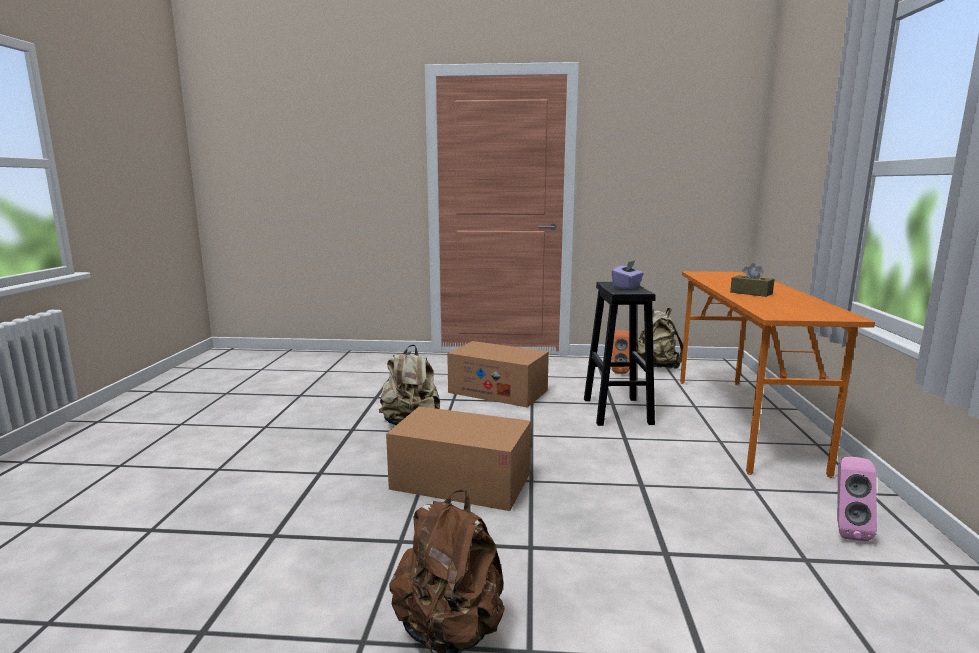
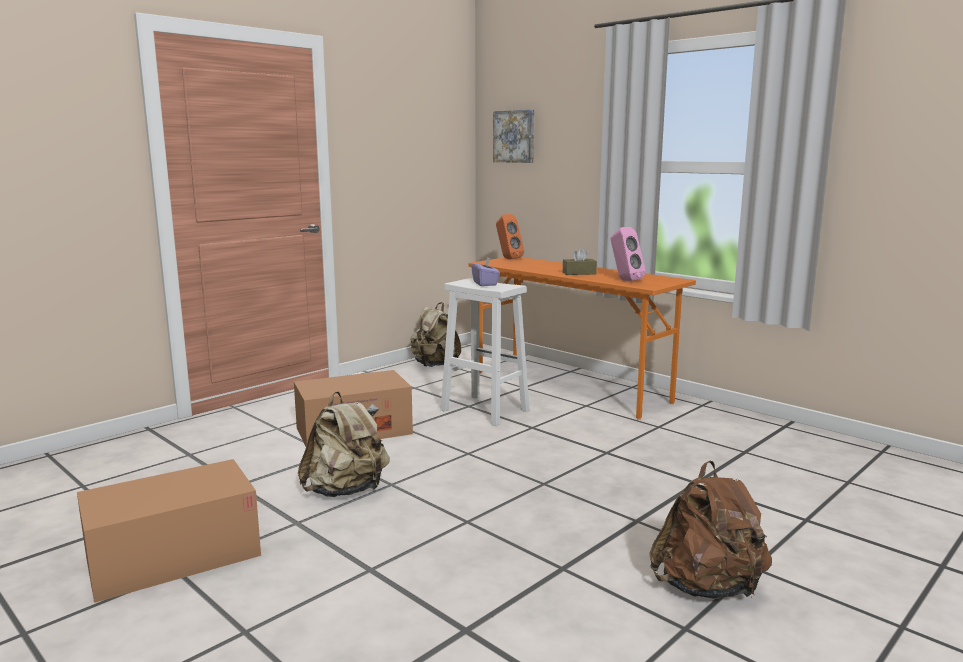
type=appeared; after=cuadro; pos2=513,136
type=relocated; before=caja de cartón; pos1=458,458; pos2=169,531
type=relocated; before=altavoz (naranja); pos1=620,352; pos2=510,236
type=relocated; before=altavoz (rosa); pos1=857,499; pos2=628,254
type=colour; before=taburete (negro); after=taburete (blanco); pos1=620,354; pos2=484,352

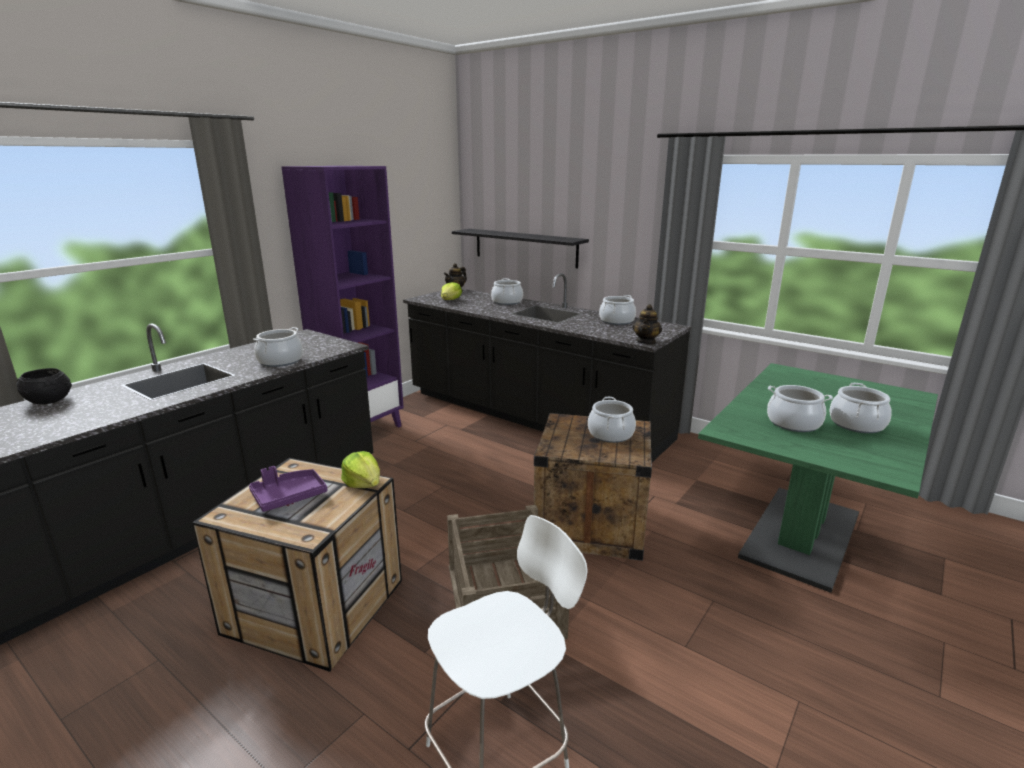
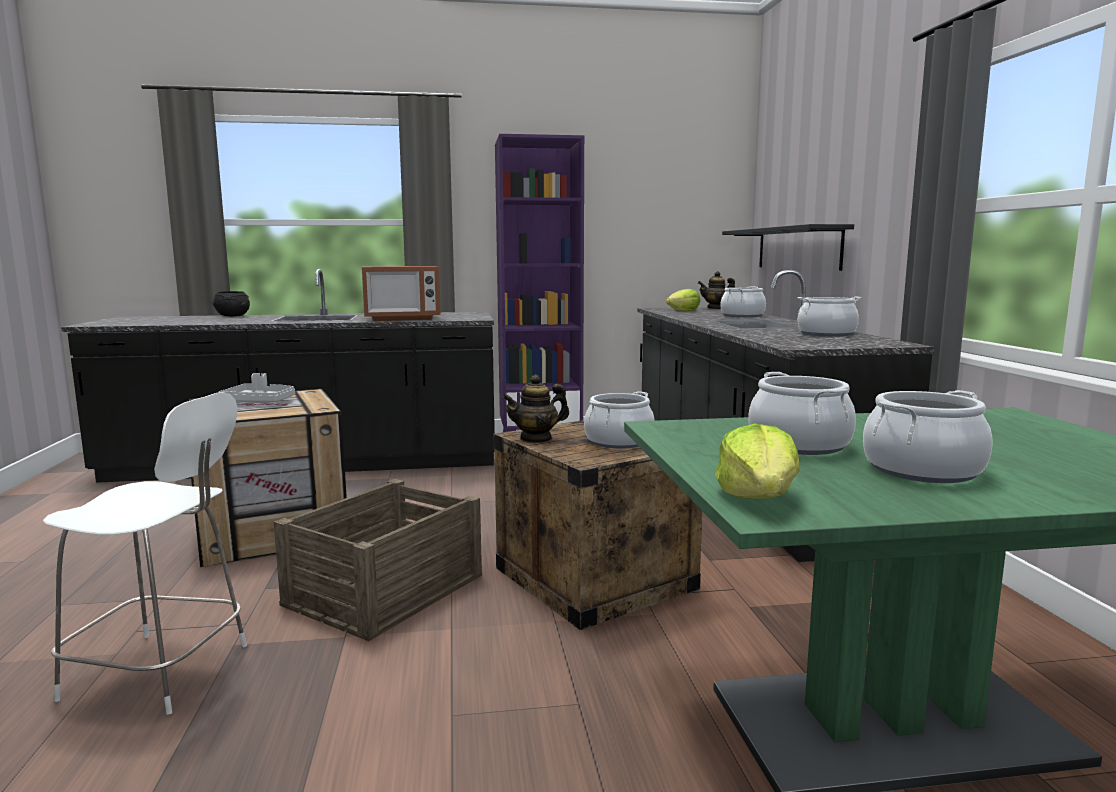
type=relocated; before=lechuga; pos1=360,469; pos2=757,461
type=relocated; before=tetera; pos1=647,324; pos2=535,409
type=exchanged; before=olla; after=microondas; pos1=278,347; pos2=401,293
type=colour; before=bandeja (morado); after=bandeja (gris); pos1=288,489; pos2=257,388

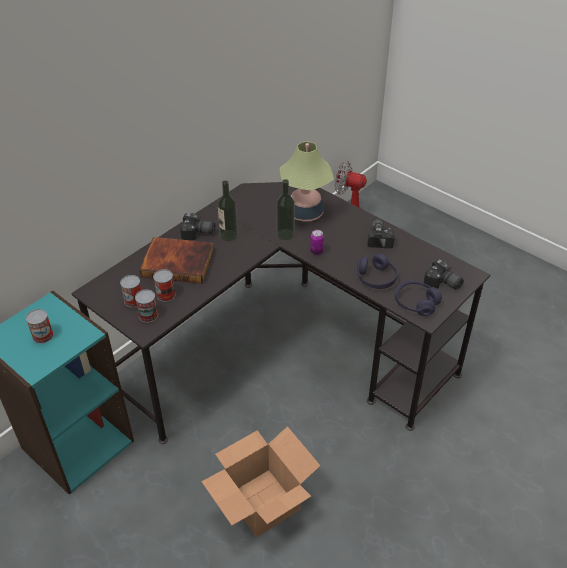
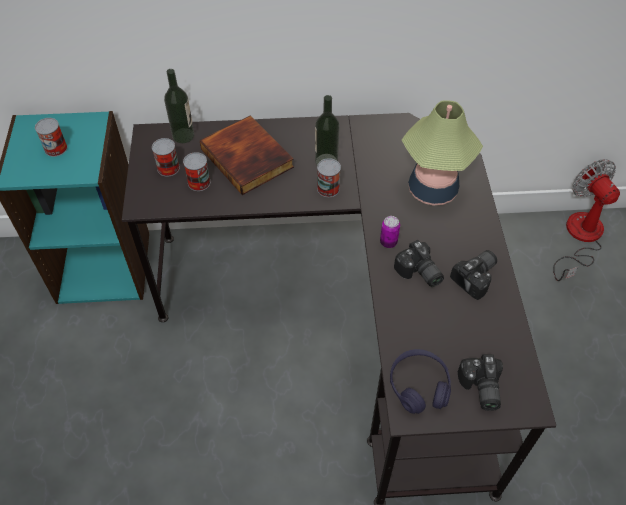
type=missing; before=caja de cartón; pos1=260,481
type=missing; before=auriculares (morado); pos1=377,271
type=relocated; before=lata; pos1=146,306; pos2=329,177
type=relocated; before=cámara; pos1=197,227; pos2=419,263
type=relocated; before=botella; pos1=285,209; pos2=179,106

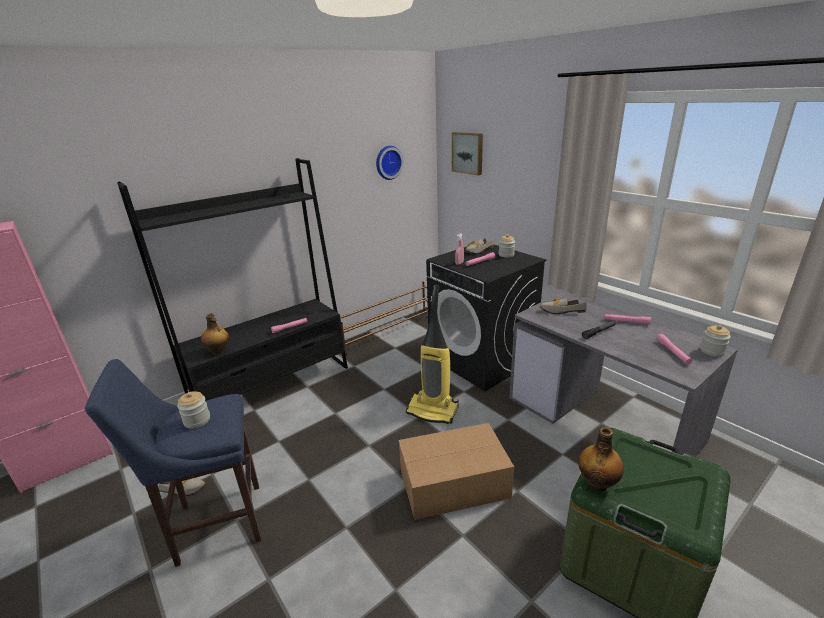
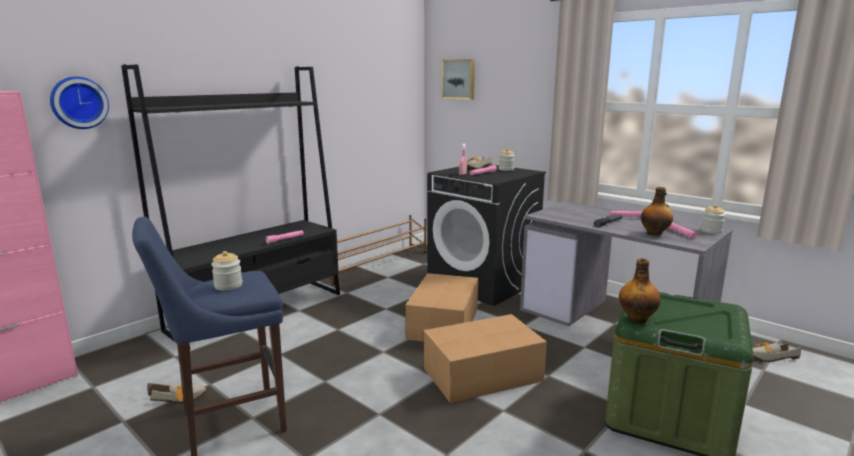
type=relocated; before=botella; pos1=215,333; pos2=657,211
type=relocated; before=reloj de pared; pos1=389,163; pos2=79,102
type=relocated; before=zapato; pos1=563,306; pos2=777,352
type=exchanged; before=aspiradora; after=caja de cartón; pos1=432,354; pos2=441,307

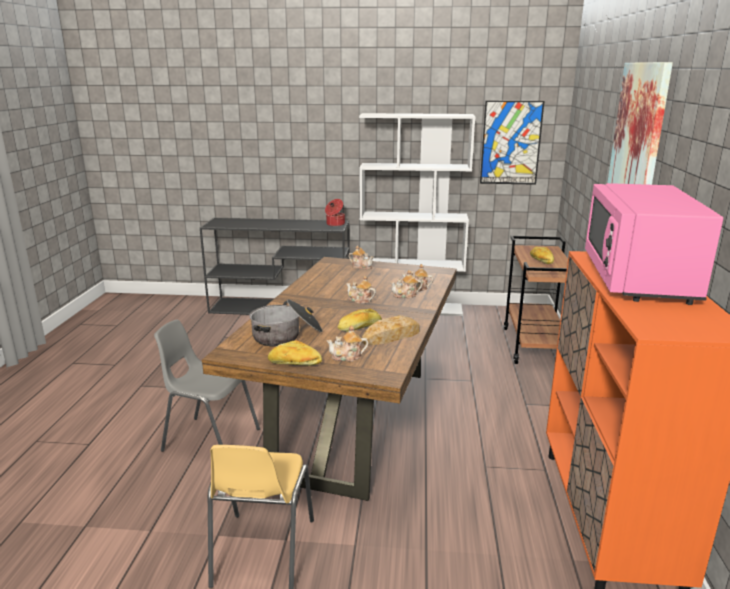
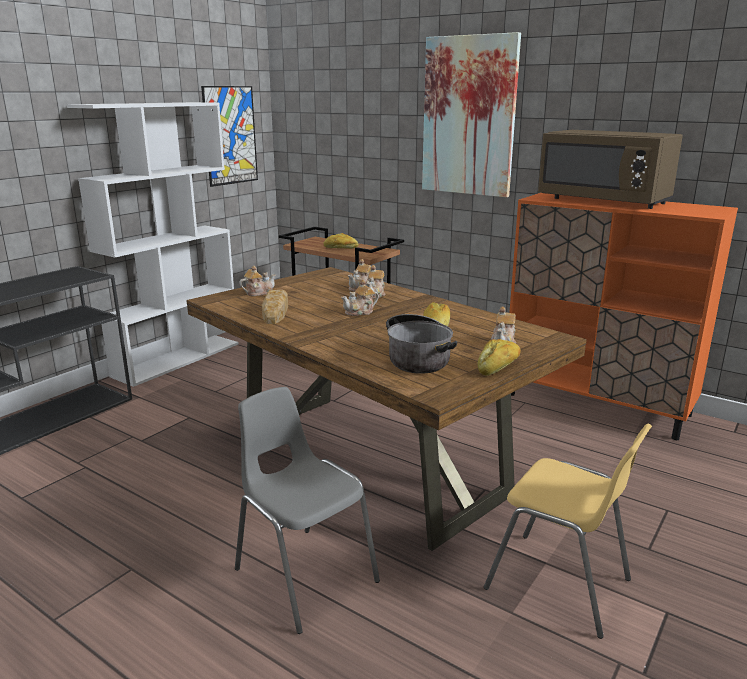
type=missing; before=olla; pos1=335,212
type=relocated; before=pan; pos1=391,330; pos2=275,307
type=colour; before=microondas (rosa); after=microondas (marrón); pos1=654,244; pos2=610,169
type=spun; before=silla (gris); pos1=207,385; pos2=307,510; turn=90

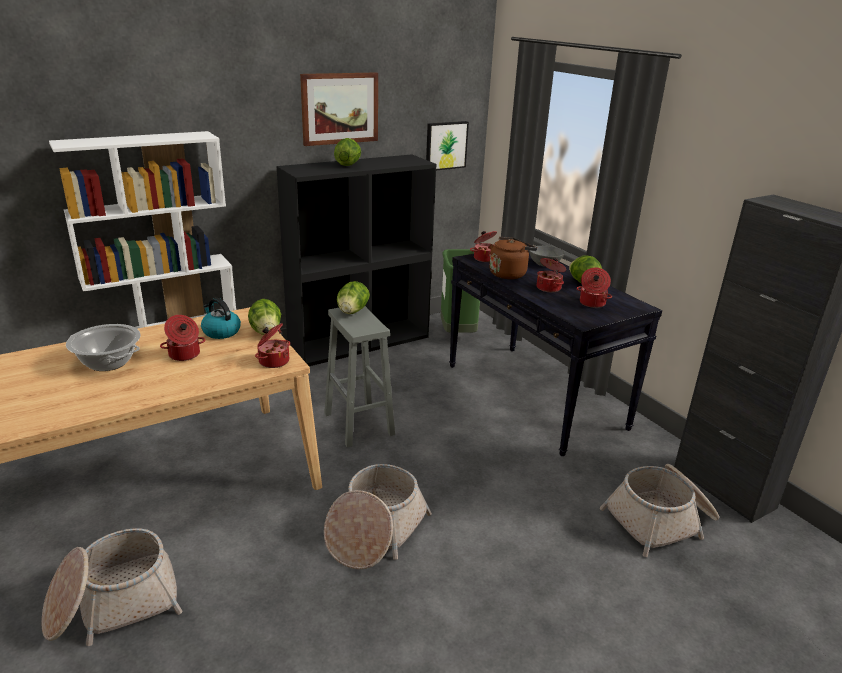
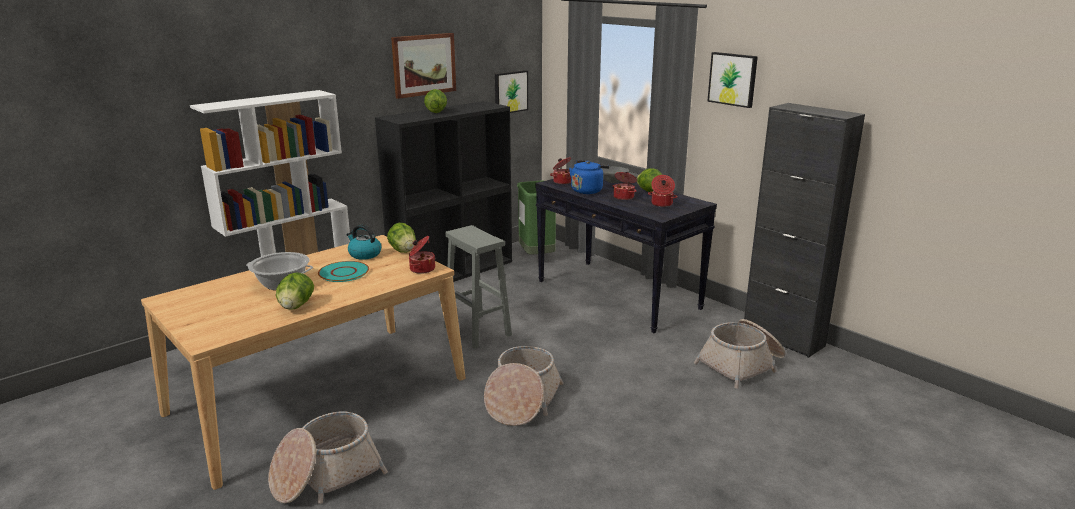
type=appeared; after=cuadro; pos2=732,80
type=relocated; before=lechuga; pos1=353,297; pos2=295,291
type=exchanged; before=olla; after=plato (turquesa); pos1=182,338; pos2=343,271
type=colour; before=hervidor (marrón); after=hervidor (azul); pos1=513,258; pos2=589,177

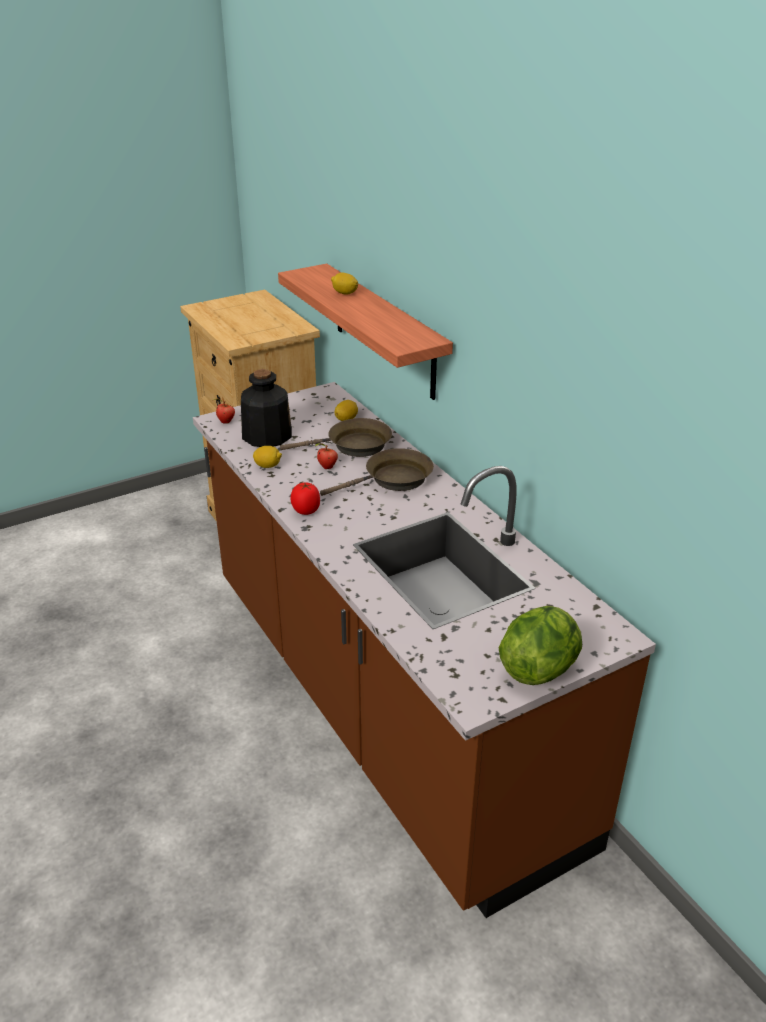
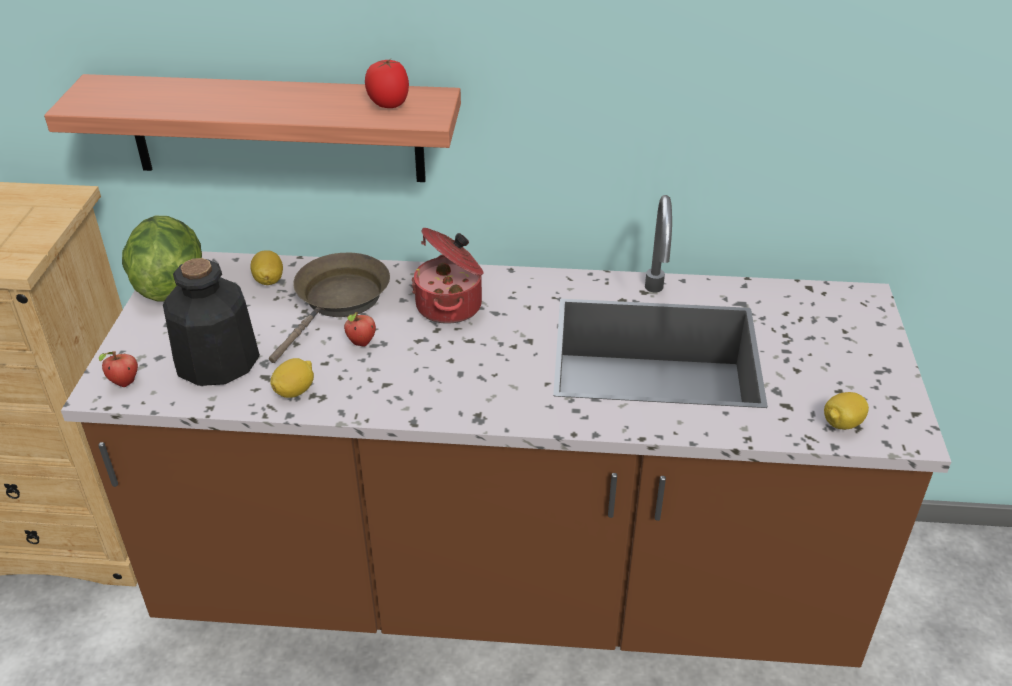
type=relocated; before=tomate; pos1=305,499; pos2=387,83
type=relocated; before=limón; pos1=344,284; pos2=846,410
type=relocated; before=lechuga; pos1=540,645; pos2=162,258
type=exchanged; before=sartén (marrón); after=olla; pos1=377,472; pos2=447,276

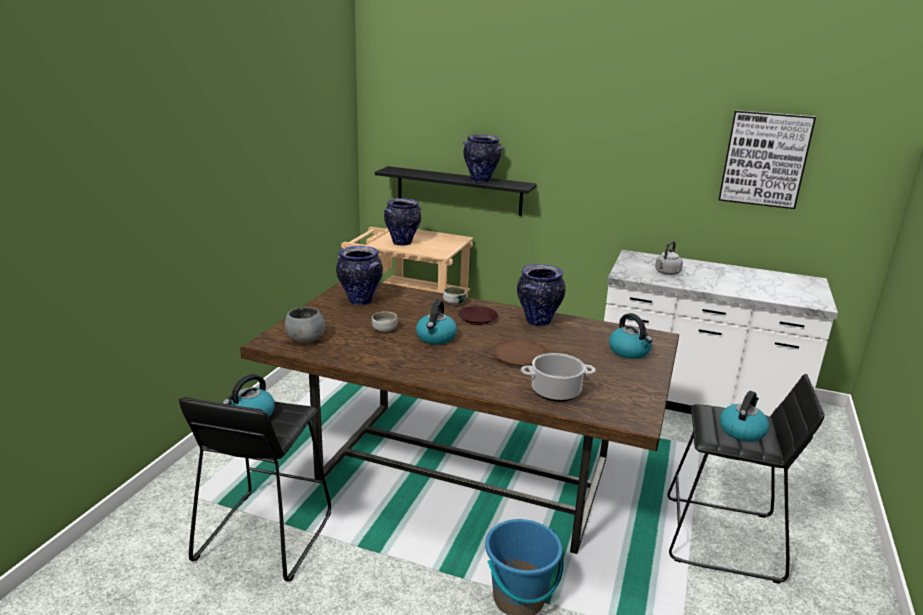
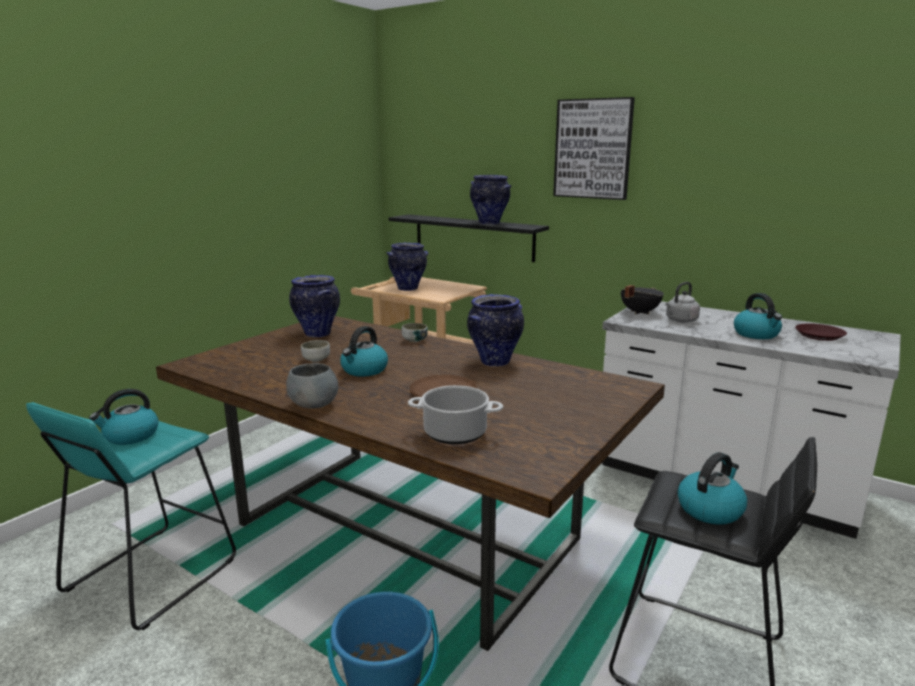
type=appeared; after=olla (negro); pos2=642,300
type=relocated; before=cuenco (gris); pos1=305,325; pos2=312,386
type=relocated; before=plato (marrón); pos1=478,315; pos2=821,332
type=relocated; before=hervidor; pos1=631,336; pos2=758,316
type=relocated; before=cuadro; pos1=767,159; pos2=594,148
type=colour; before=taburete (negro); after=taburete (turquesa); pos1=255,489; pos2=131,516

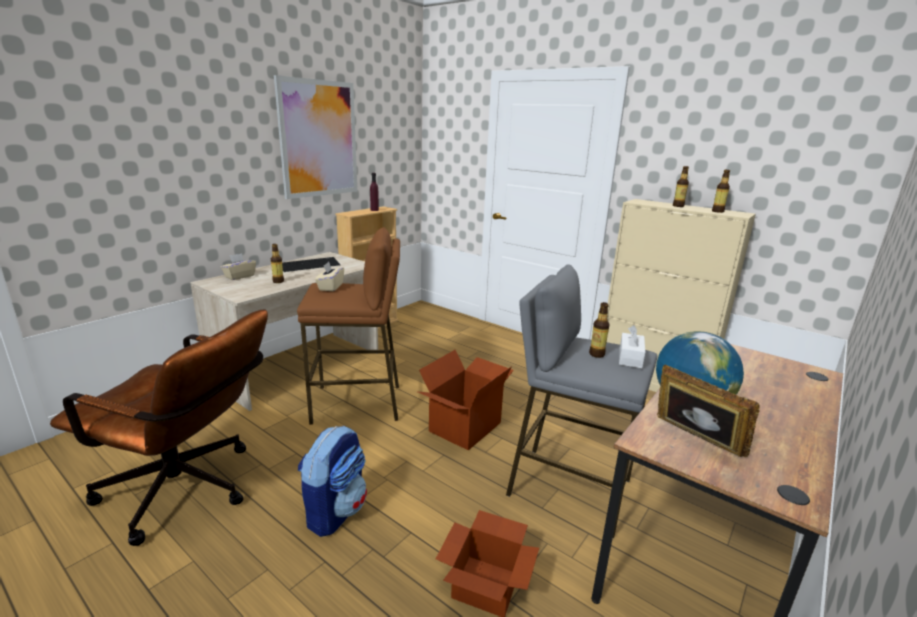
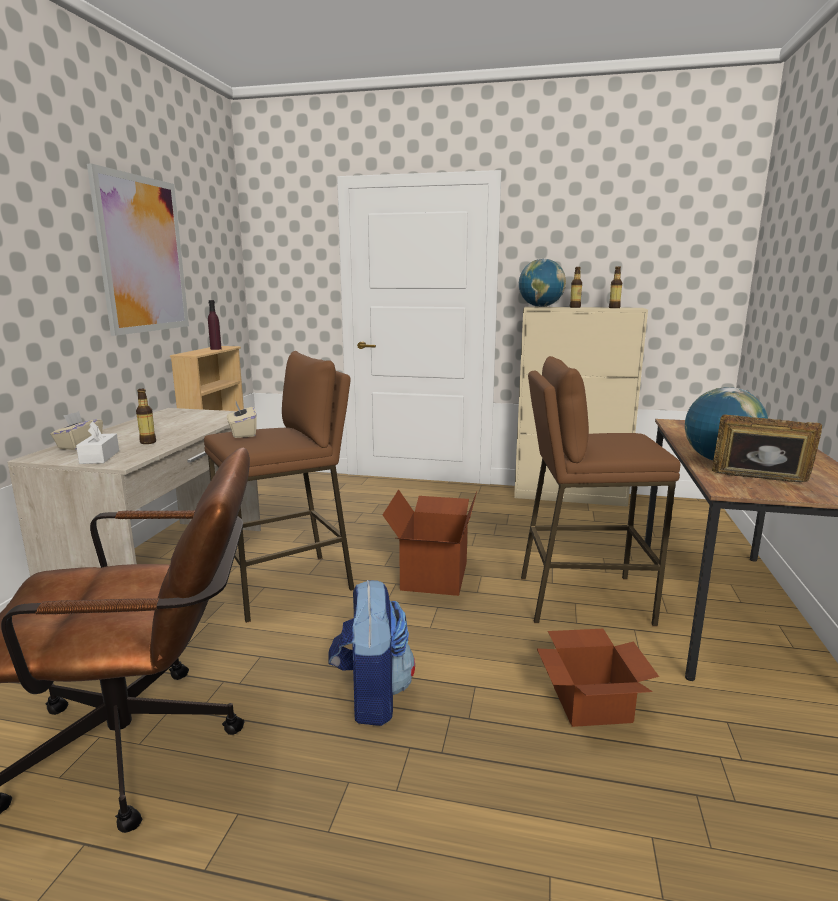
type=missing; before=teclado; pos1=311,264
type=missing; before=botella; pos1=599,330
type=appeared; after=globo terráqueo; pos2=542,283
type=relocated; before=caja de pañuelos (blanco); pos1=632,347; pos2=97,442
type=colour; before=taburete (gris); after=taburete (marrón); pos1=581,401; pos2=600,491

